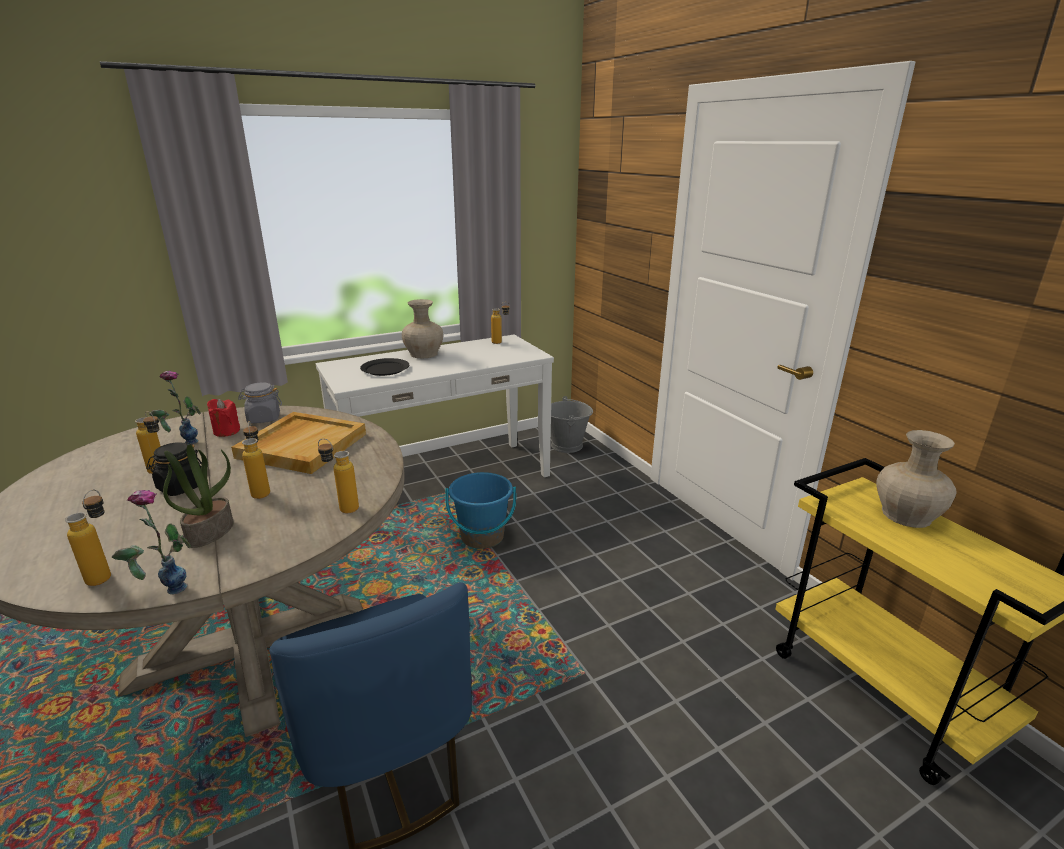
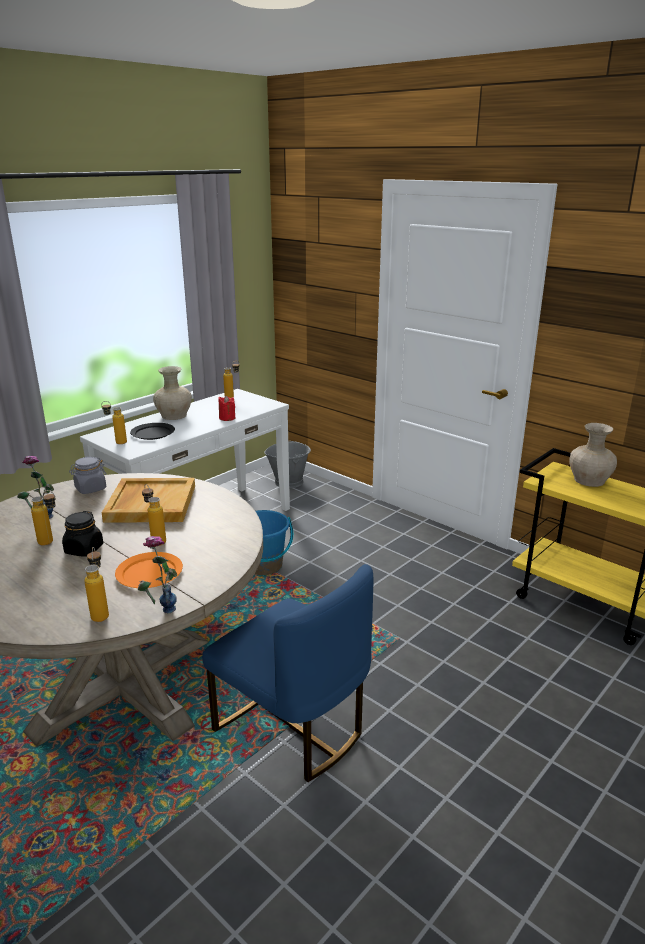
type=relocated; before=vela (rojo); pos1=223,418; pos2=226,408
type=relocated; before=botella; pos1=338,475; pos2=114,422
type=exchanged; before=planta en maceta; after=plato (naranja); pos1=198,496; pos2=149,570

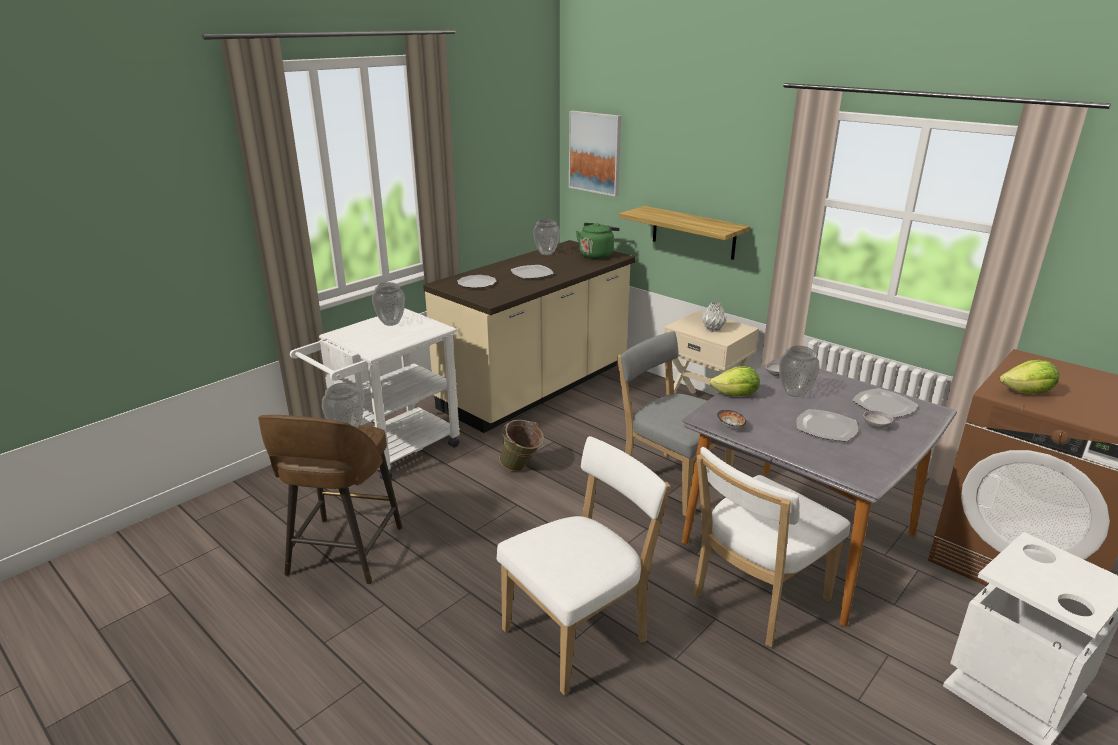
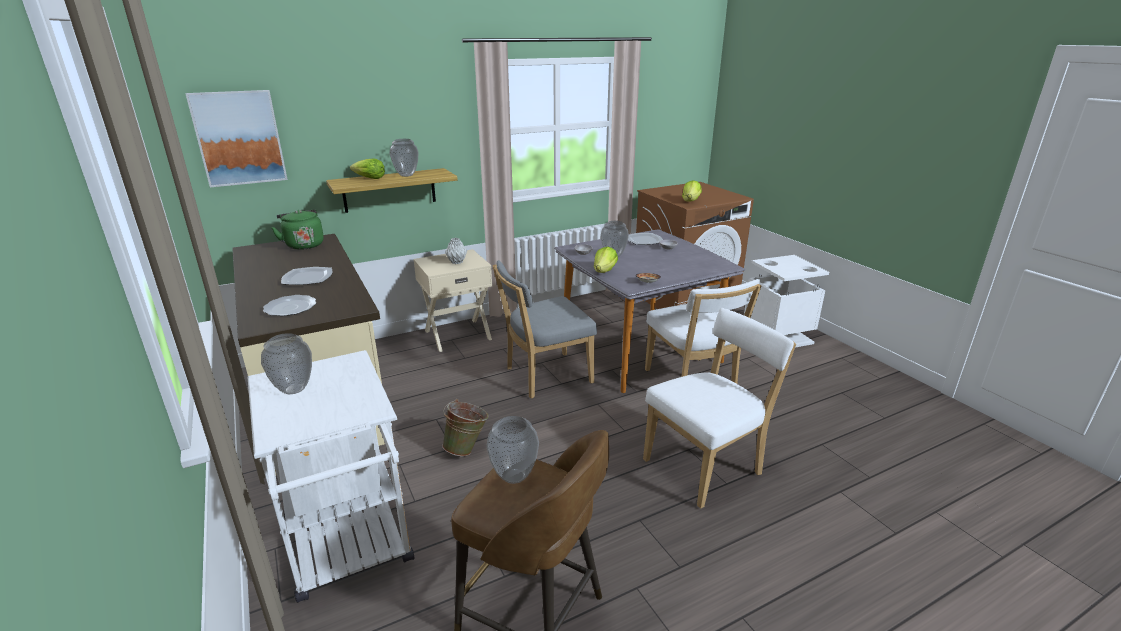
type=missing; before=plato; pos1=827,425
type=appeared; after=lechuga; pos2=367,169
type=relocated; before=florero; pos1=546,237; pos2=404,158
type=spun; before=silla (blanco); pos1=584,565; pos2=719,408; turn=75

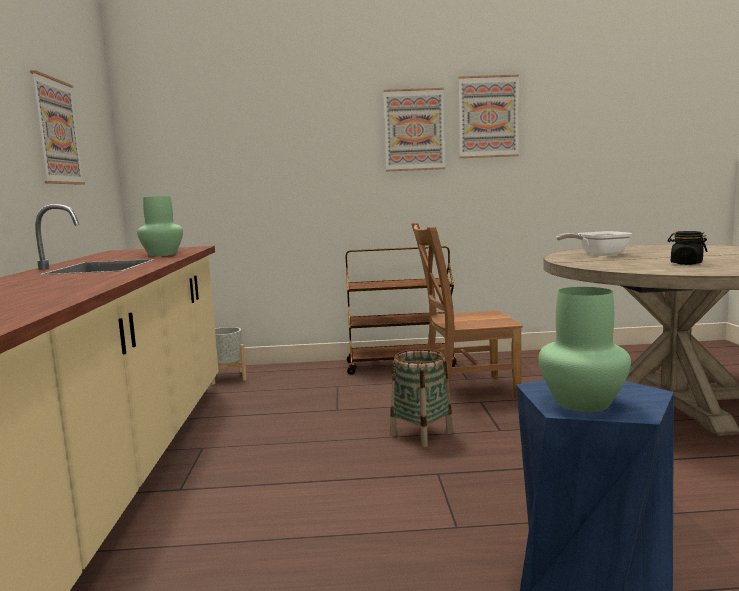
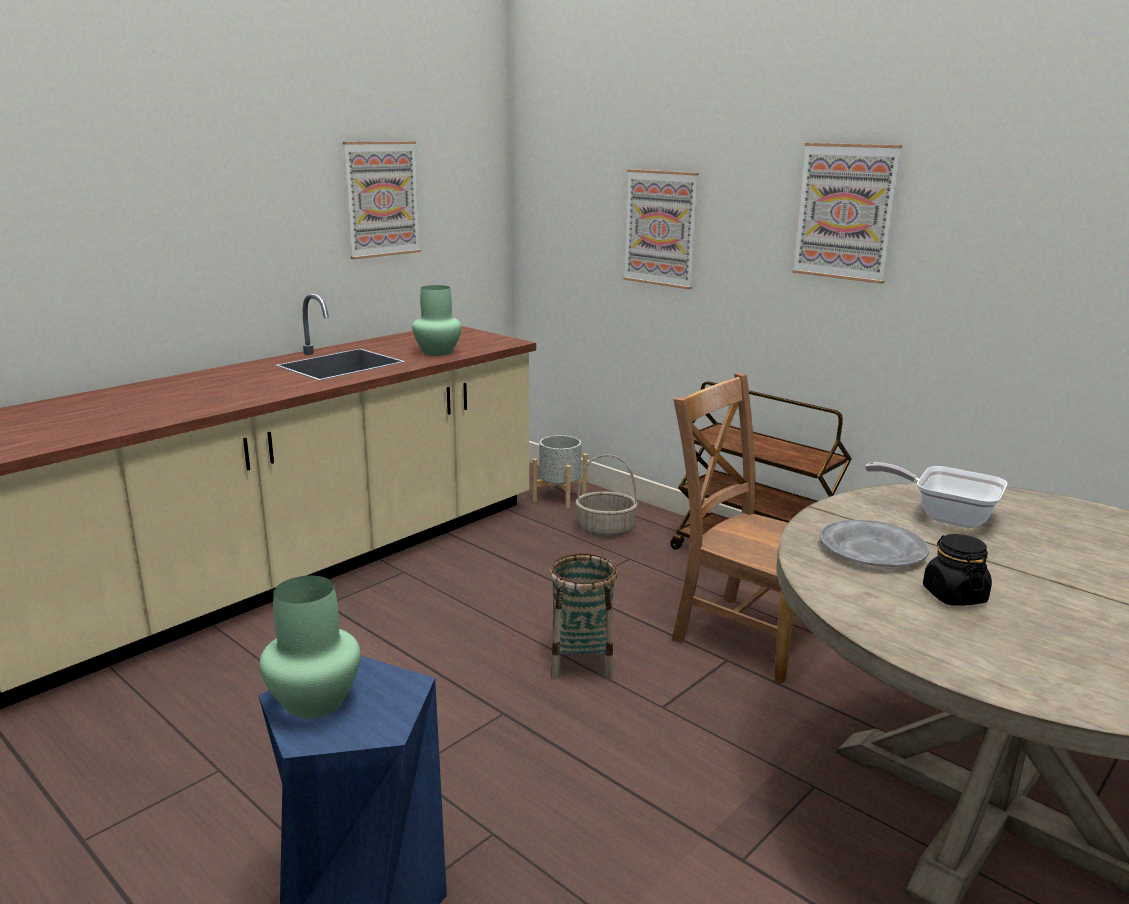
type=appeared; after=cesta; pos2=606,495
type=appeared; after=plato (gris); pos2=874,543
type=relocated; before=cuadro; pos1=488,116; pos2=661,229

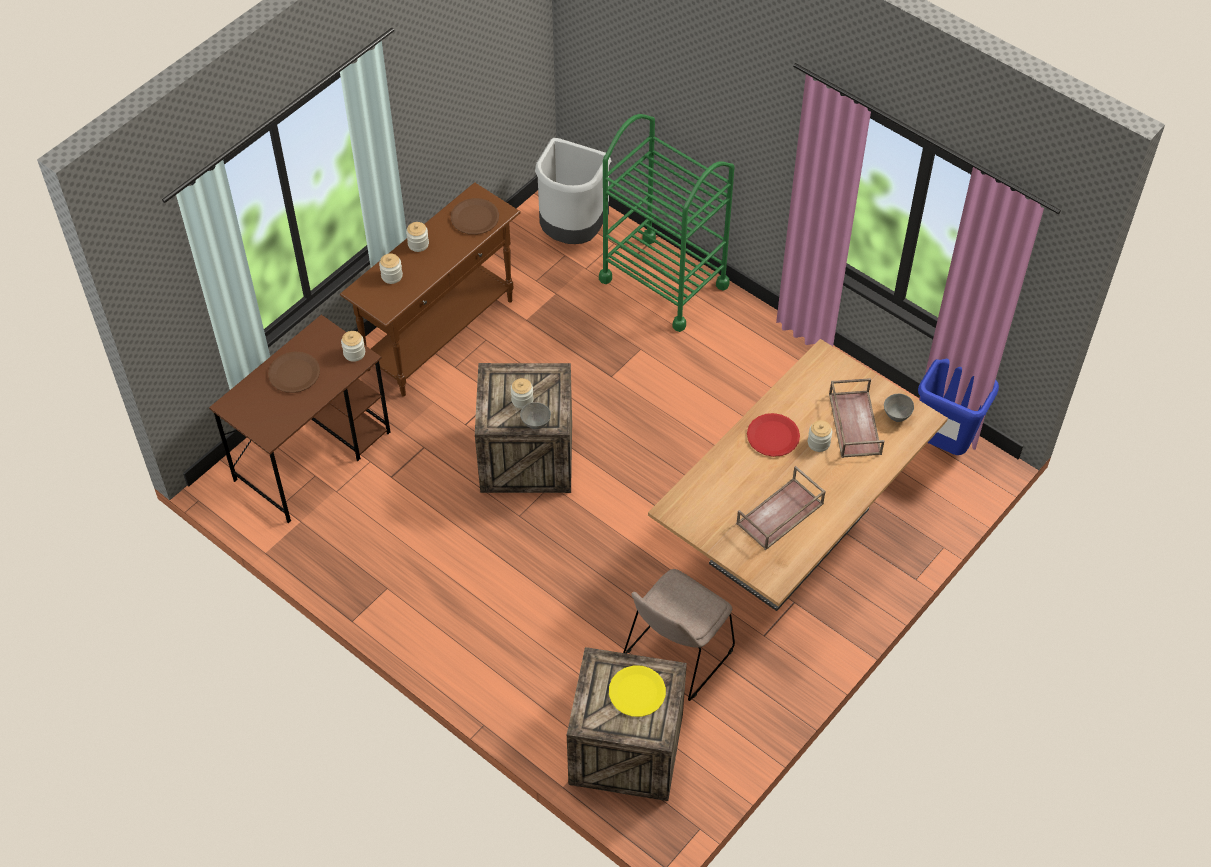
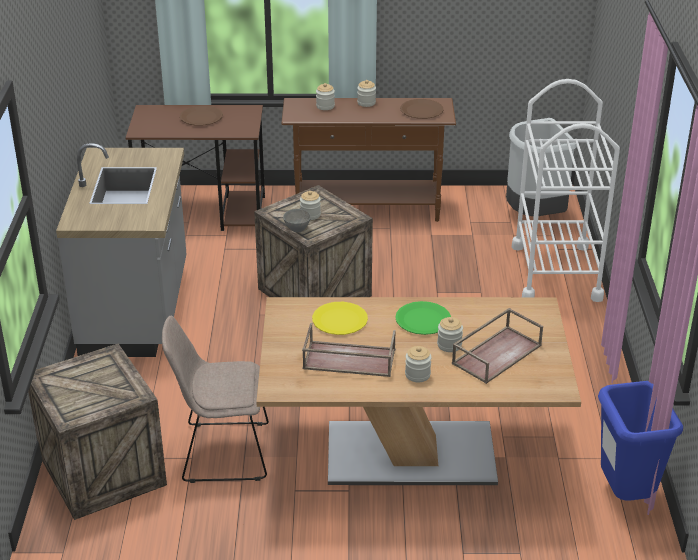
type=missing; before=cuenco (gris); pos1=899,408
type=appeared; after=mueble bajo de cocina (gris); pos2=121,250
type=relocated; before=tarro; pos1=353,346; pos2=418,364
type=relocated; before=plato (amarillo); pos1=637,691; pos2=340,318
type=colour; before=carrito (verde); after=carrito (blanco); pos1=667,223; pos2=566,190
type=colour; before=plato (rojo); after=plato (verde); pos1=773,435; pos2=423,318

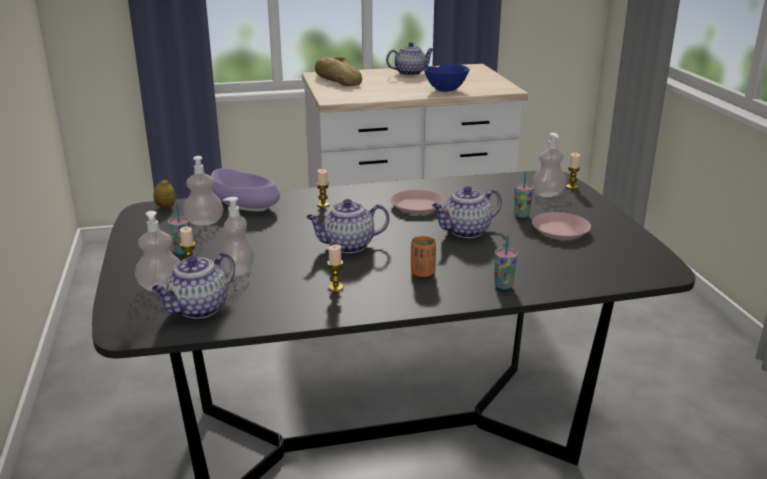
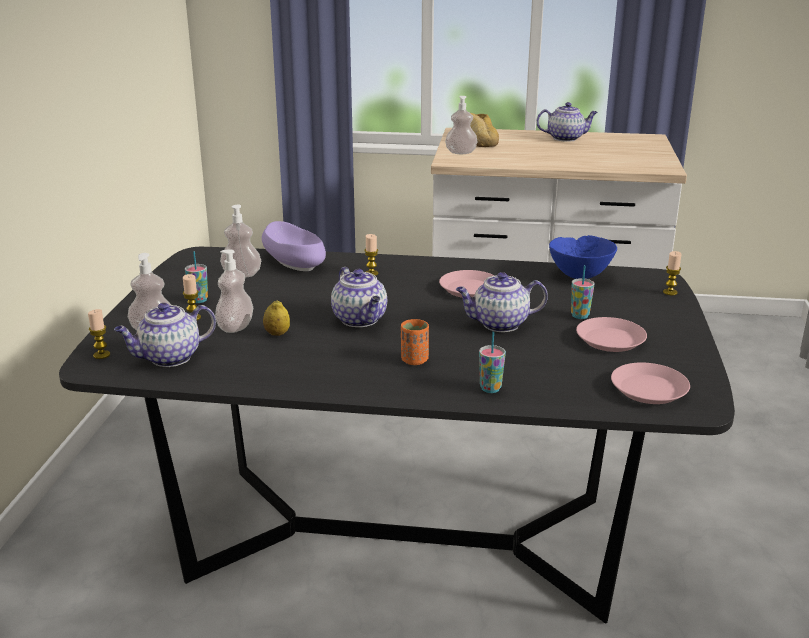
type=appeared; after=plato (rosa); pos2=650,383
type=relocated; before=limón; pos1=164,193; pos2=276,318
type=relocated; before=vela; pos1=335,268; pos2=99,334
type=relocated; before=cuenco (azul); pos1=447,78; pos2=583,257
type=relocated; before=dispensador de jabón; pos1=549,165; pos2=461,125
type=spun; before=tetera; pos1=347,226; pos2=359,297; turn=-120

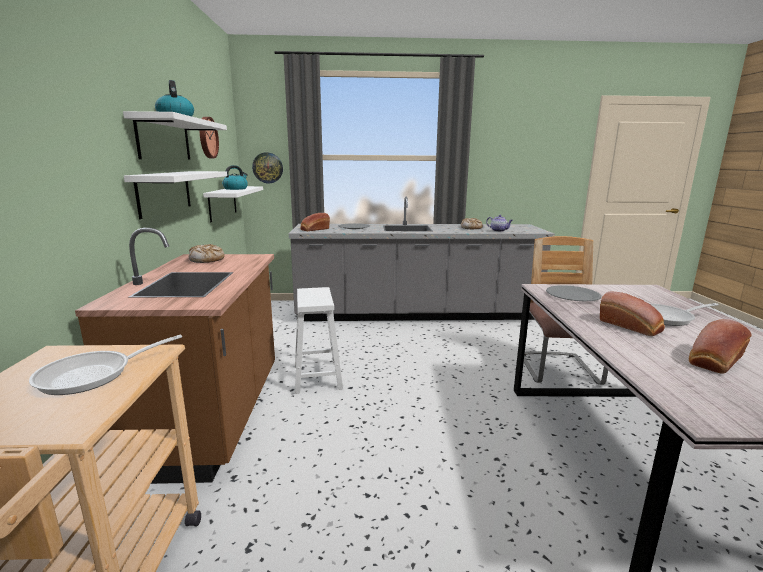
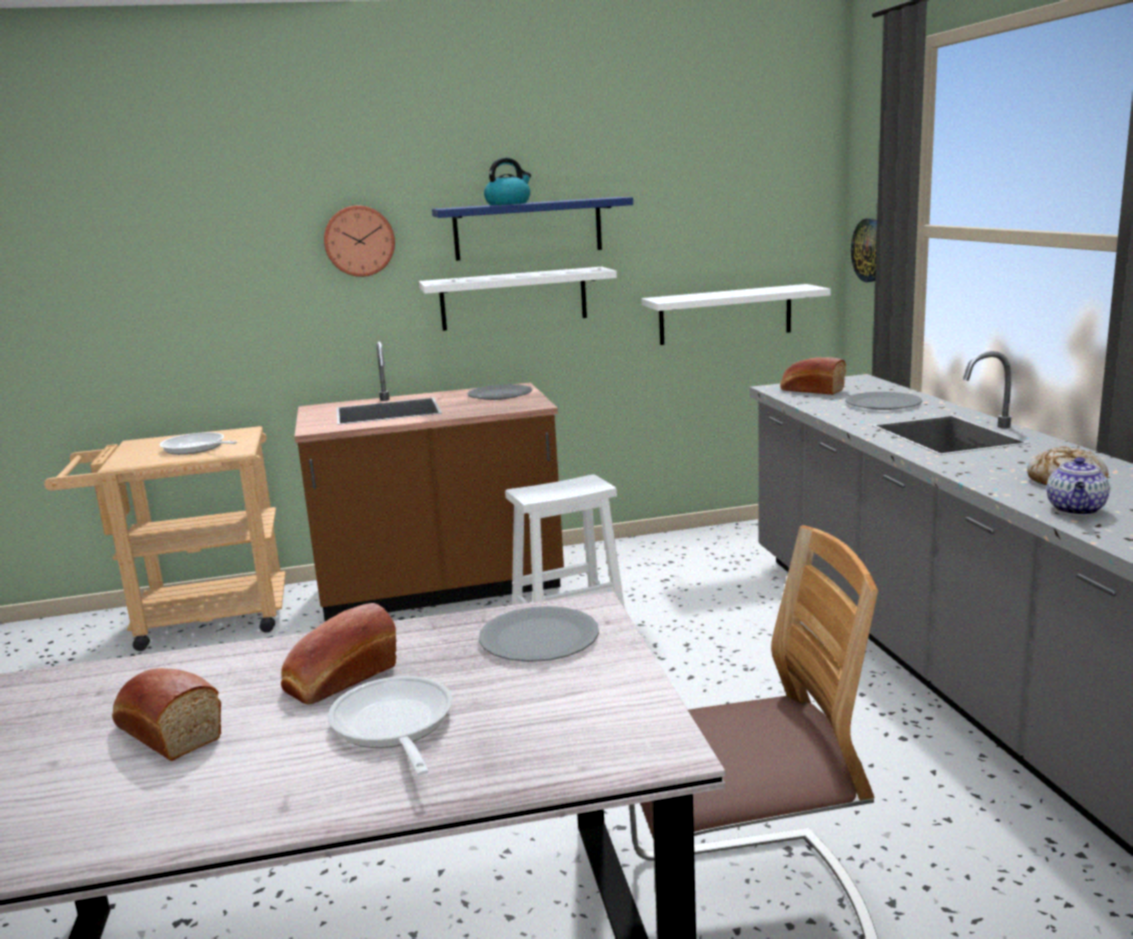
type=missing; before=hervidor; pos1=235,177
type=relocated; before=reloj de pared; pos1=209,137; pos2=359,241
type=exchanged; before=pan; after=plato (gris); pos1=207,253; pos2=499,392
type=colour; before=estante (blanco); after=estante (azul); pos1=175,135; pos2=532,229

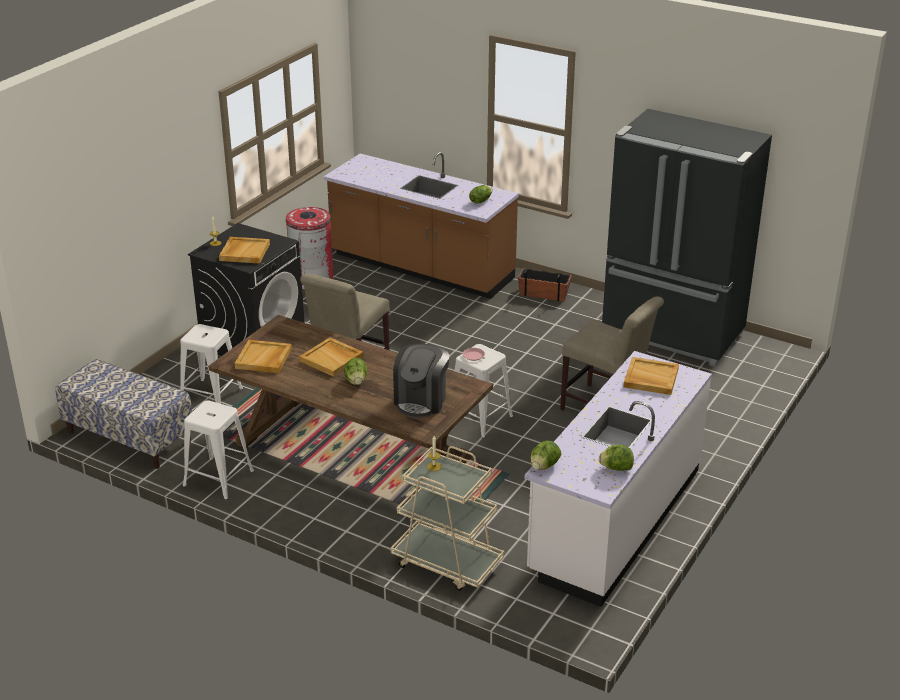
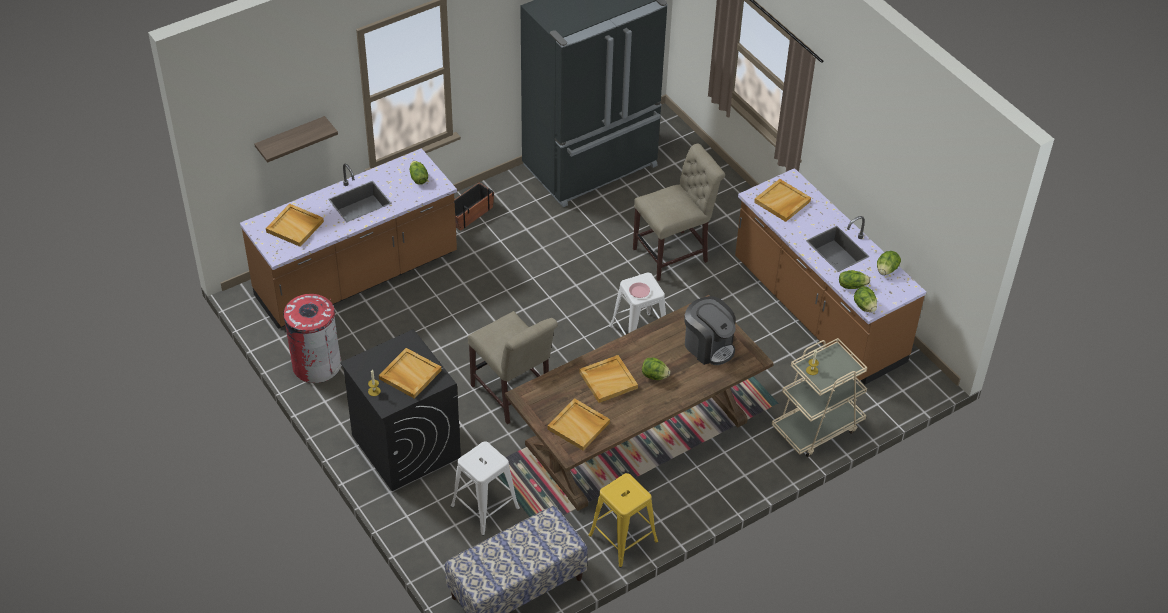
type=appeared; after=estante; pos2=296,139
type=appeared; after=bandeja (beis); pos2=295,225
type=appeared; after=lechuga; pos2=855,279
type=colour; before=taburete (blanco); after=taburete (amarillo); pos1=218,450; pos2=623,520
type=colour; before=mueble bajo de cocina (blanco); after=mueble bajo de cocina (marrón); pos1=618,479; pos2=830,276

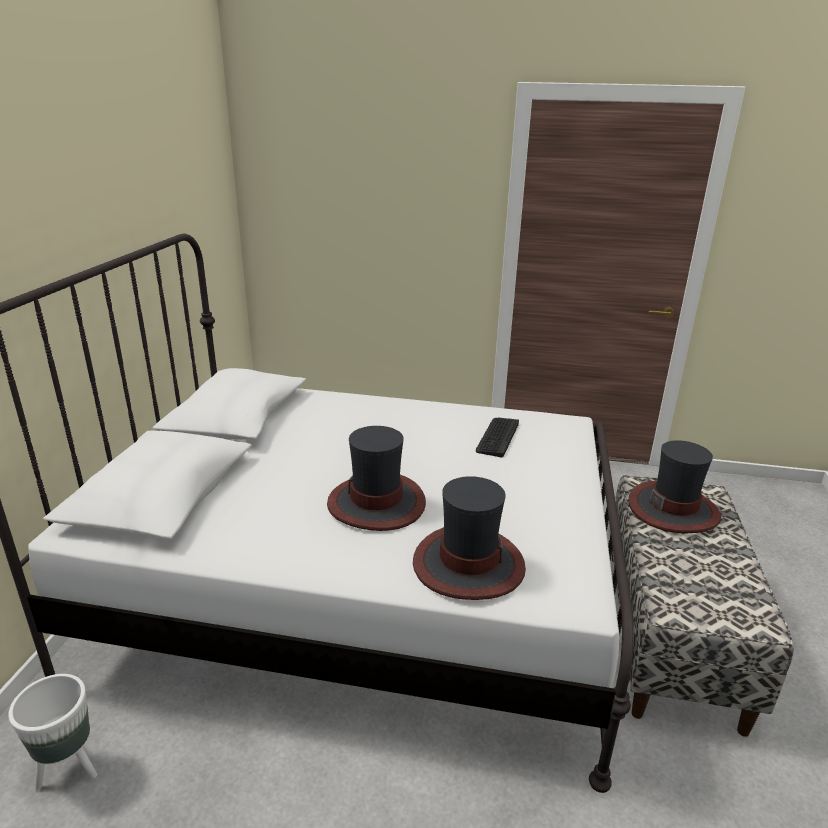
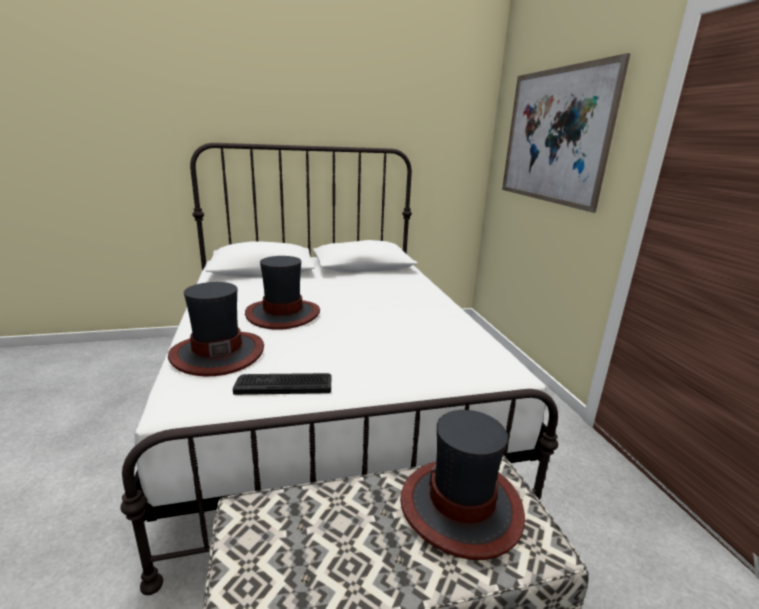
type=missing; before=maceta (blanco); pos1=52,732
type=appeared; after=cuadro; pos2=566,133
type=relocated; before=teclado; pos1=497,437; pos2=282,384

